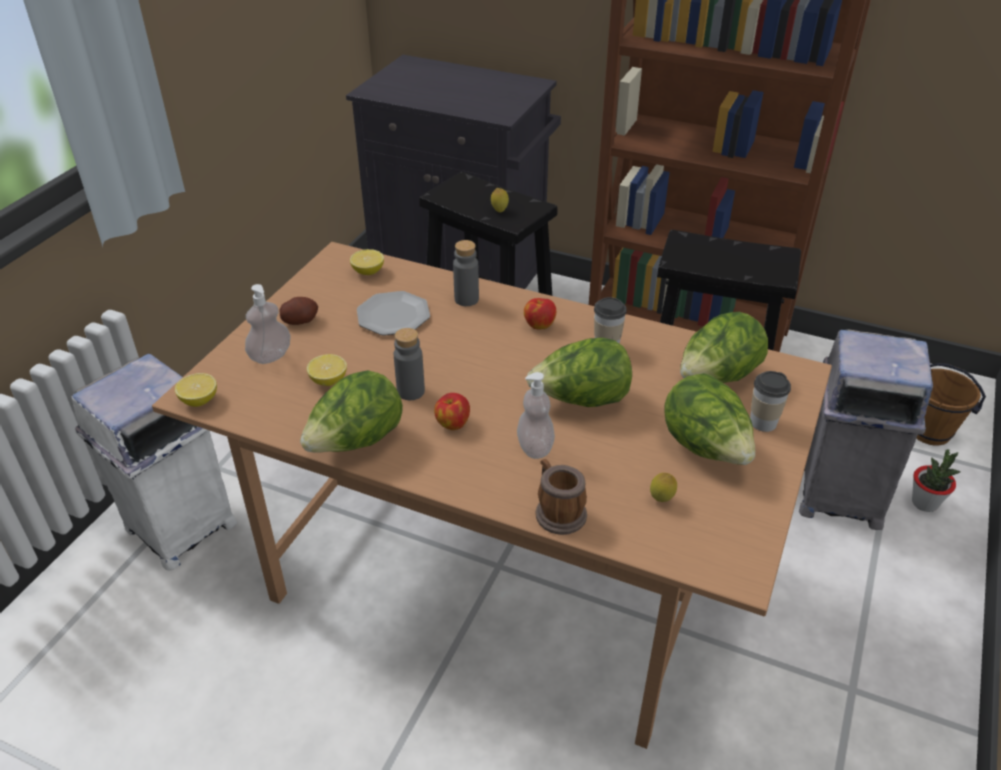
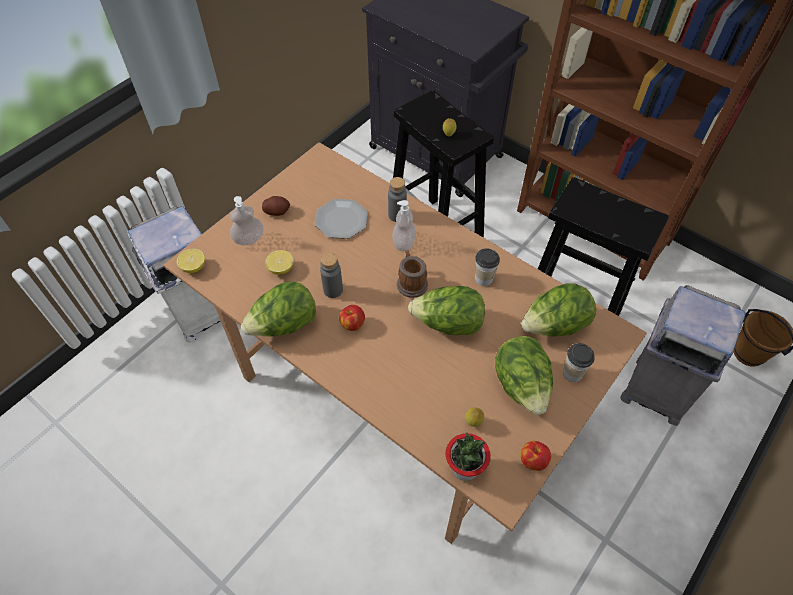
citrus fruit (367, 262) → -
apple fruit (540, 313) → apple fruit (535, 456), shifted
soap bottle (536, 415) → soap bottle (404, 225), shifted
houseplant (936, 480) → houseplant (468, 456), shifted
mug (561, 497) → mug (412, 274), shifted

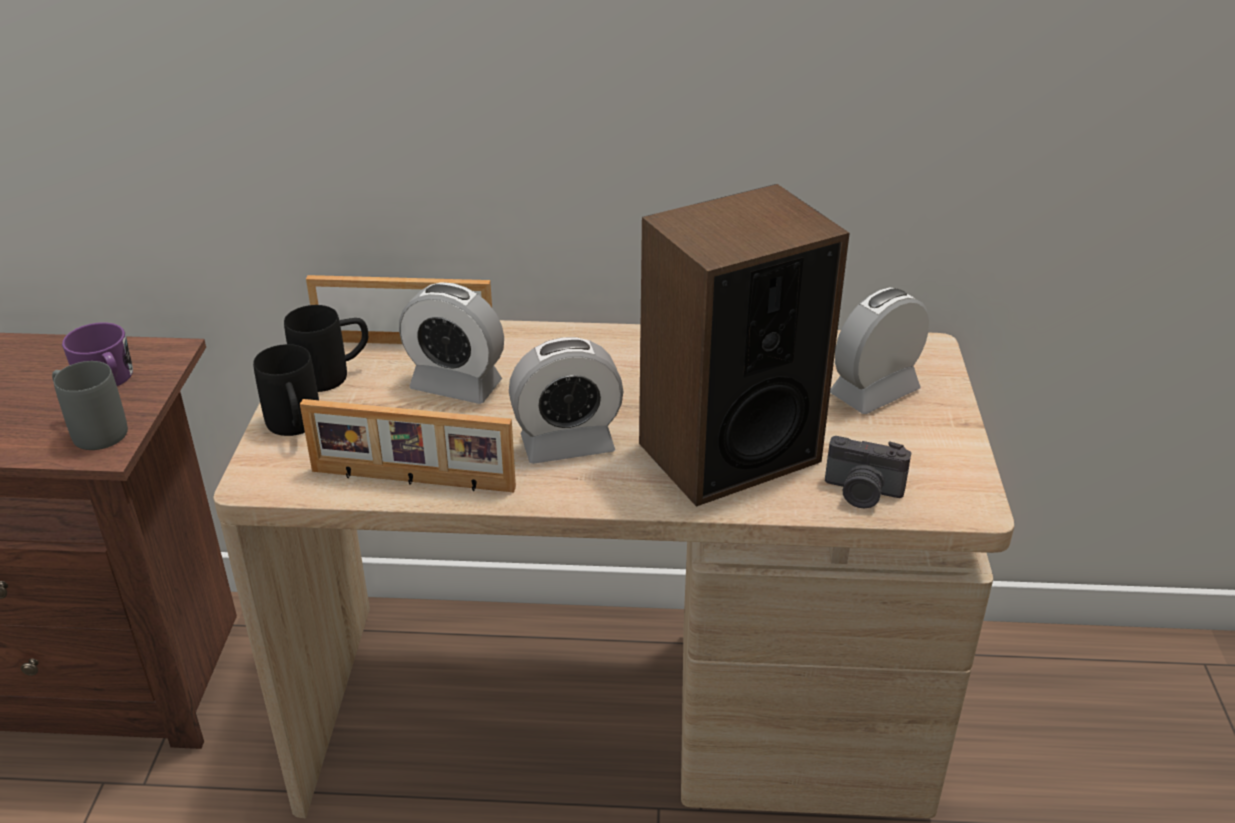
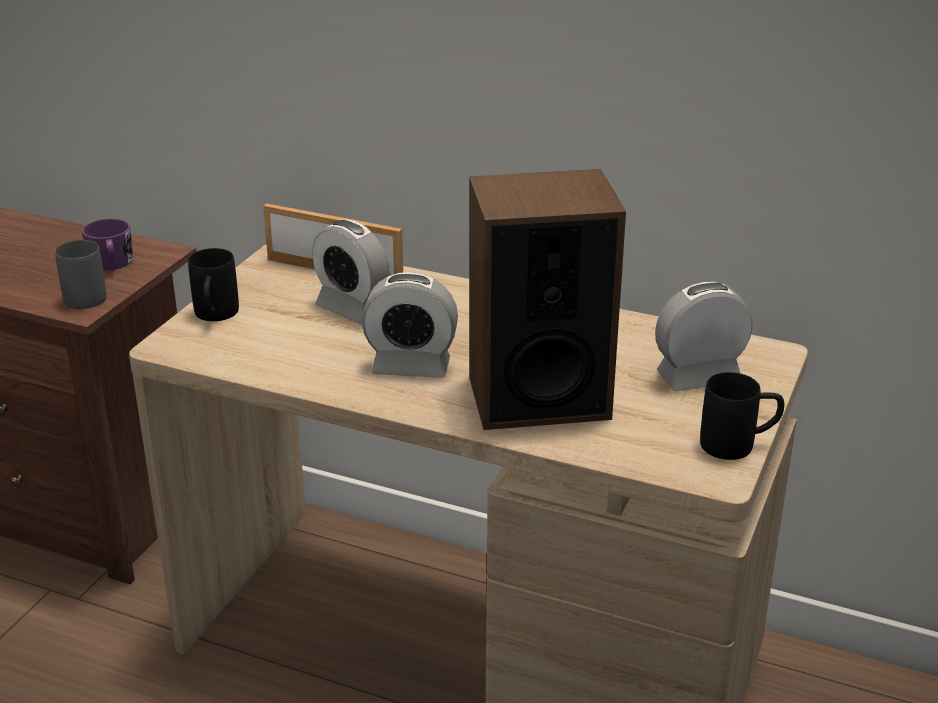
mug/blackish (326, 348) → mug/blackish (742, 416), shifted
picture frame (408, 445) → -
photo camera (868, 472) → -

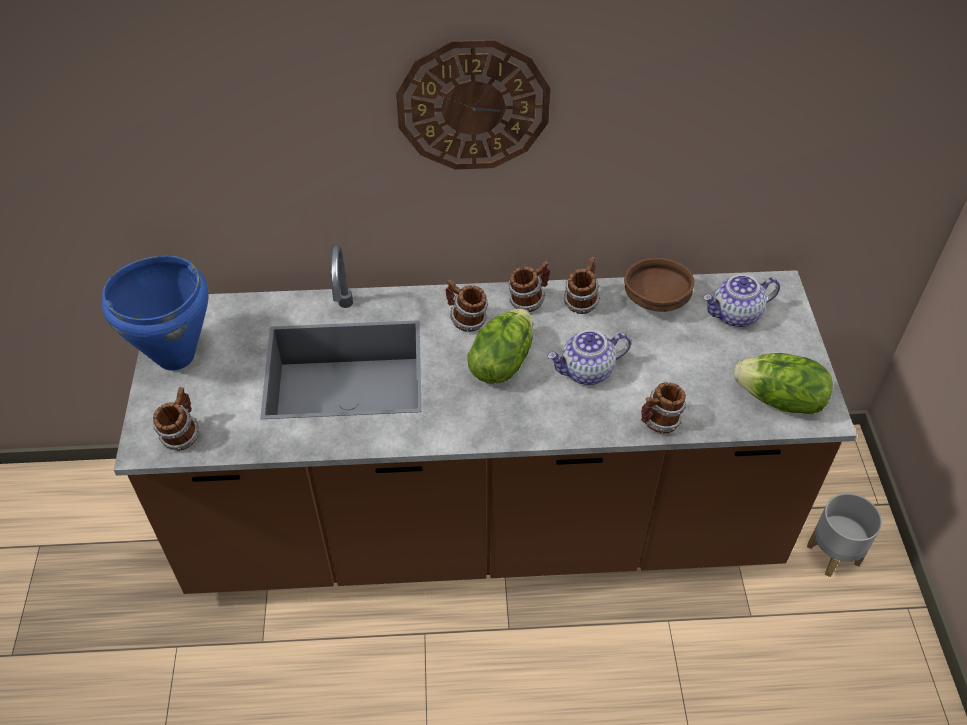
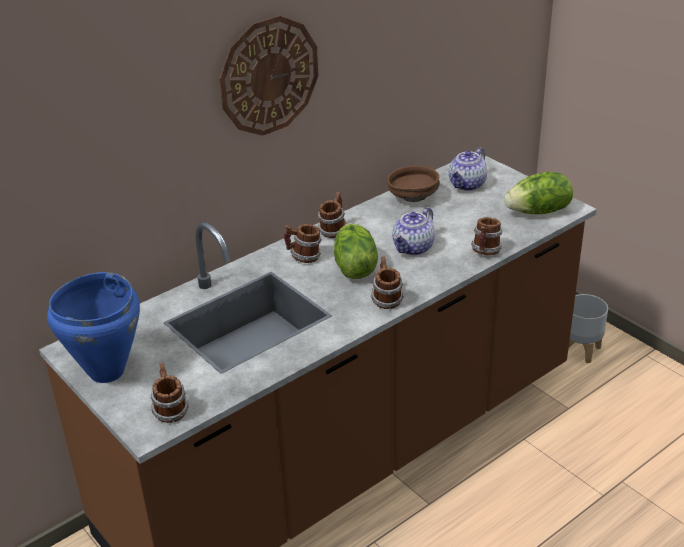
mug (582, 285) → mug (387, 283), shifted

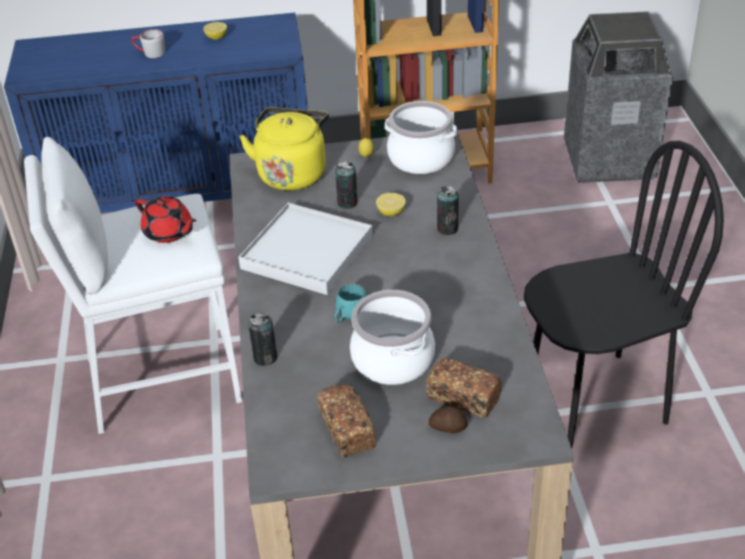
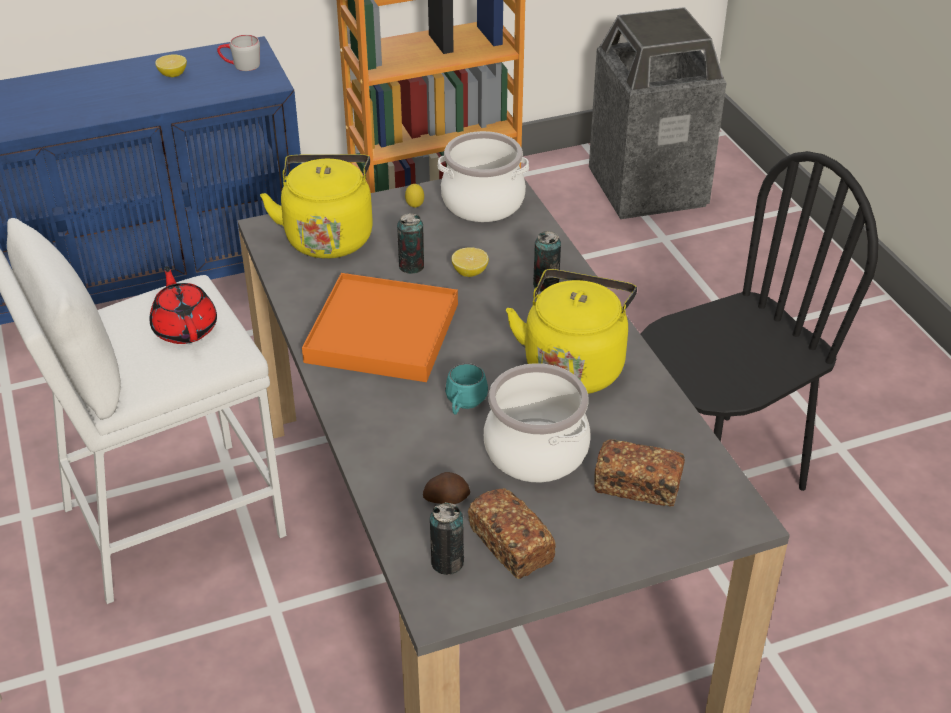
mug/gray (148, 43) → mug/gray (238, 53), shifted
pot for tea/red (166, 219) → pot for tea/red (183, 305), 135 degrees counterclockwise
tray/white-coloured (305, 249) → tray/orange-coloured (380, 327)
sealed can (262, 339) → sealed can (447, 538), shifted
whole potato (448, 419) → whole potato (446, 488), shifted
- → kettle/yellow-coloured (571, 331)

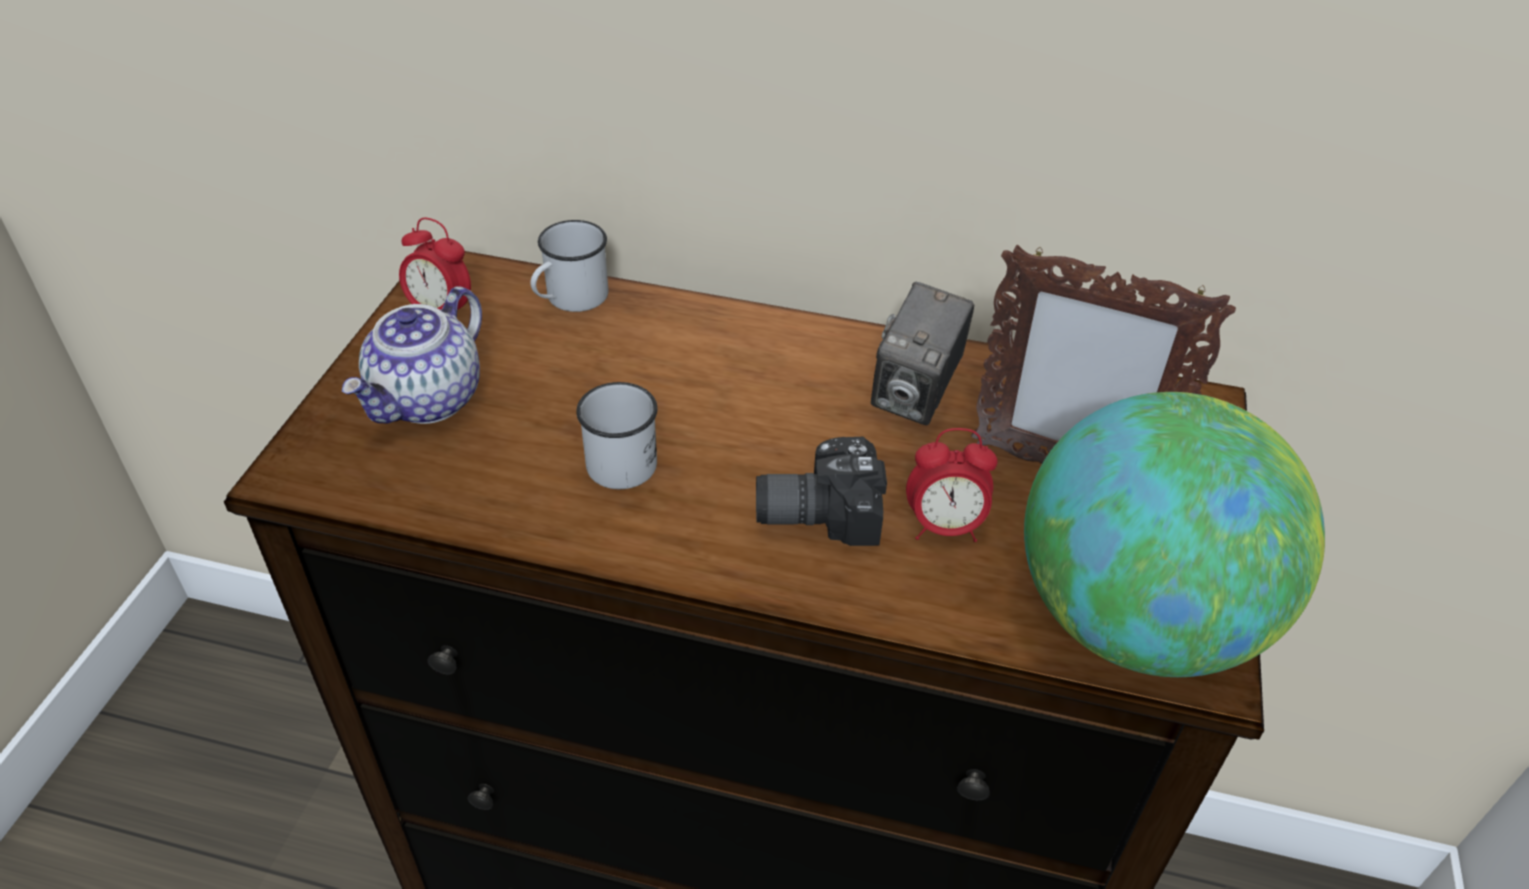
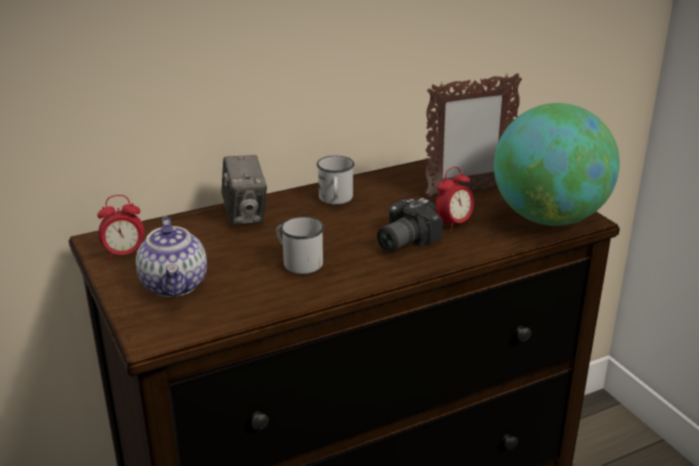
mug/white-coloured (569, 266) → mug/white-coloured (335, 180), shifted
photo camera (922, 353) → photo camera (244, 190), shifted

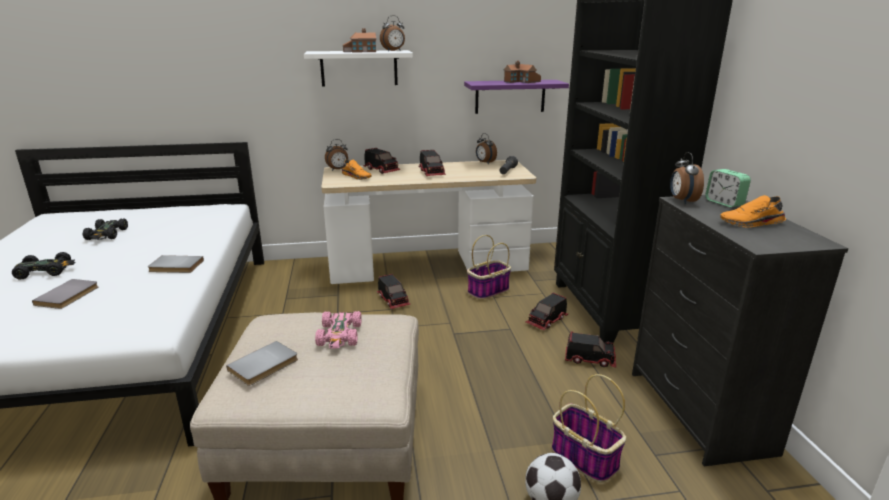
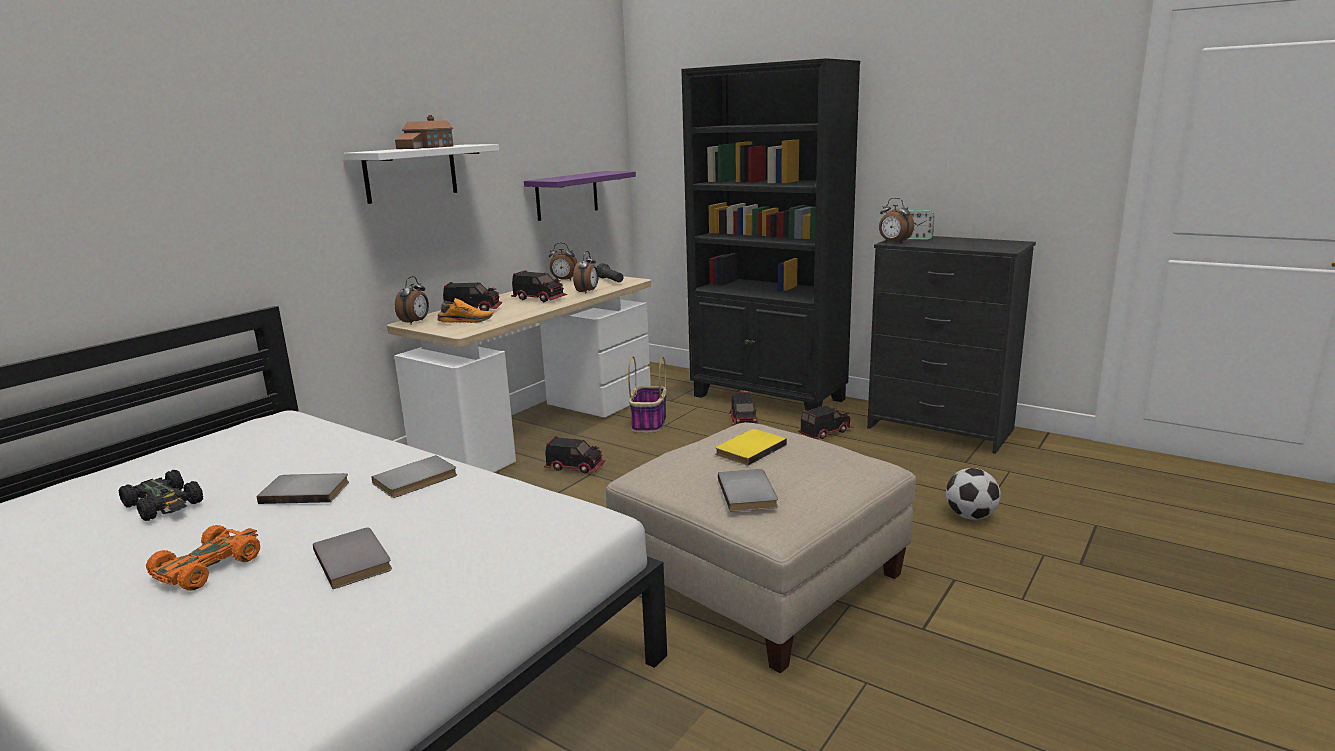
bedside clock (392, 33) → bedside clock (586, 272), shifted
miniature house (522, 72) → -
item of footwear/orange-coloured (753, 211) → -
toy car/blackish (44, 266) → toy car/orange-coloured (203, 558)
toy car/pink-coloured (338, 329) → bound book/yellow-coloured (751, 447)
basket (589, 428) → -
- → bound book/gray (303, 488)

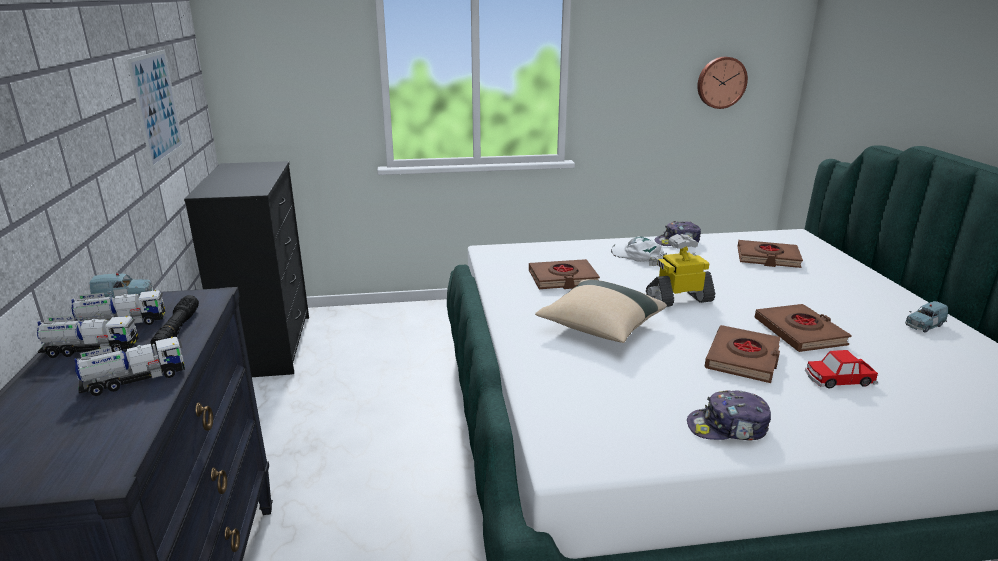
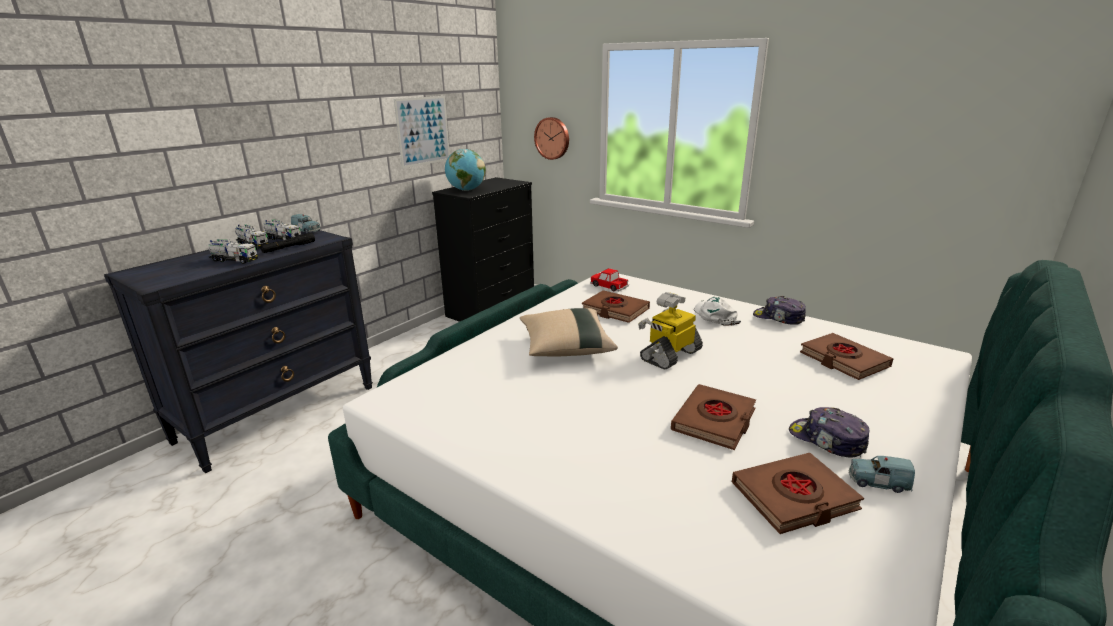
clock on the wall (722, 83) → clock on the wall (551, 138), shifted
robot figure (680, 270) → robot figure (670, 330), 75 degrees counterclockwise
bound book/brownish (742, 354) → bound book/brownish (798, 493), shifted
toy car (841, 369) → toy car (609, 280), shifted
cap (729, 415) → cap (829, 432), shifted
- → desk globe (465, 170)

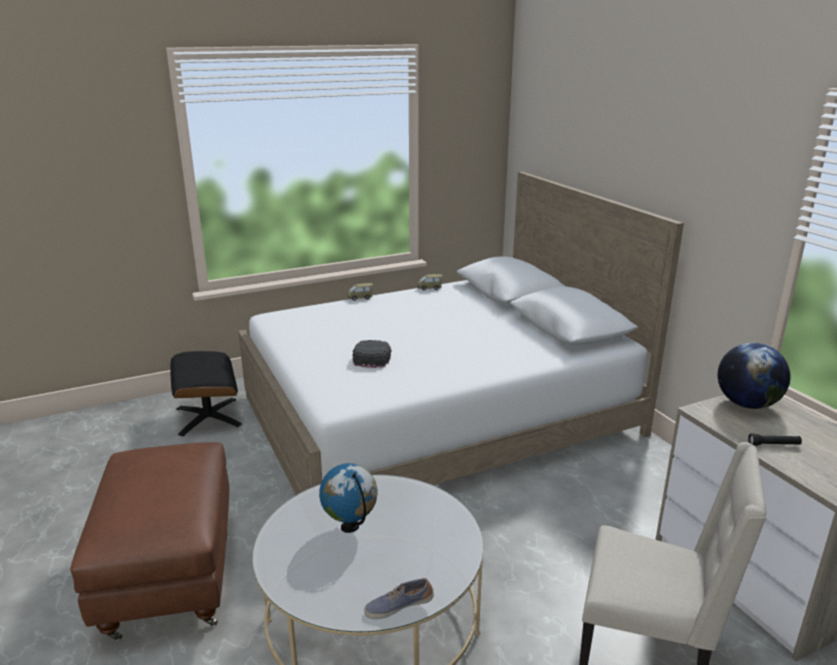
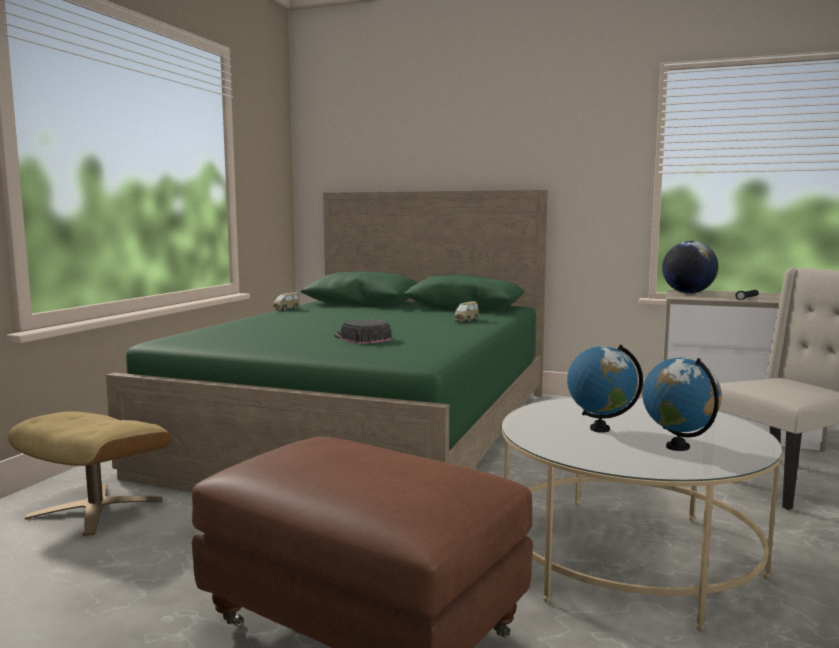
sleeping bed/white-coloured (461, 333) → sleeping bed/greenish (327, 340)
toy car (360, 292) → toy car (466, 311), shifted
pouffe/blackish (206, 393) → pouffe/beige (89, 474)
item of footwear (399, 598) → -
- → desk globe (682, 404)

